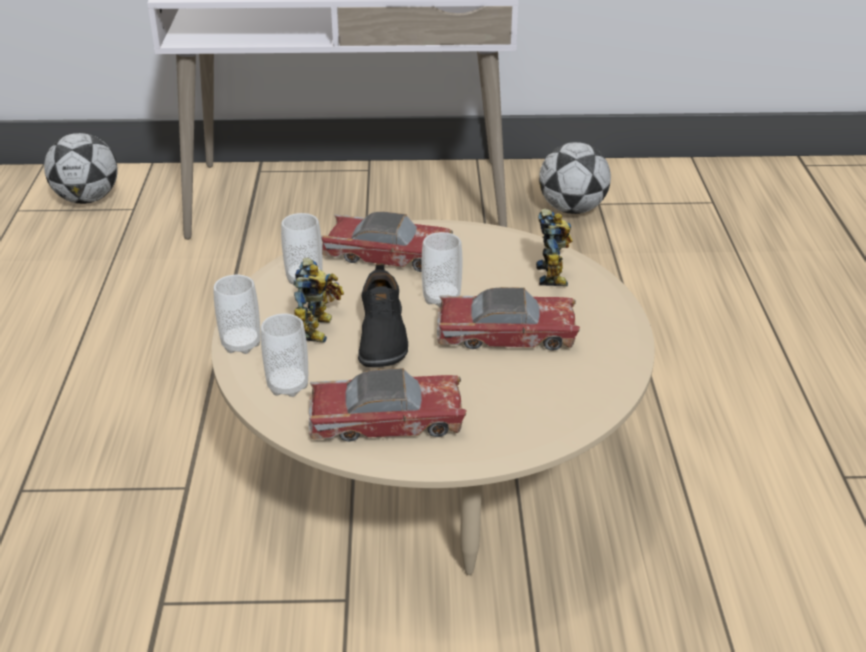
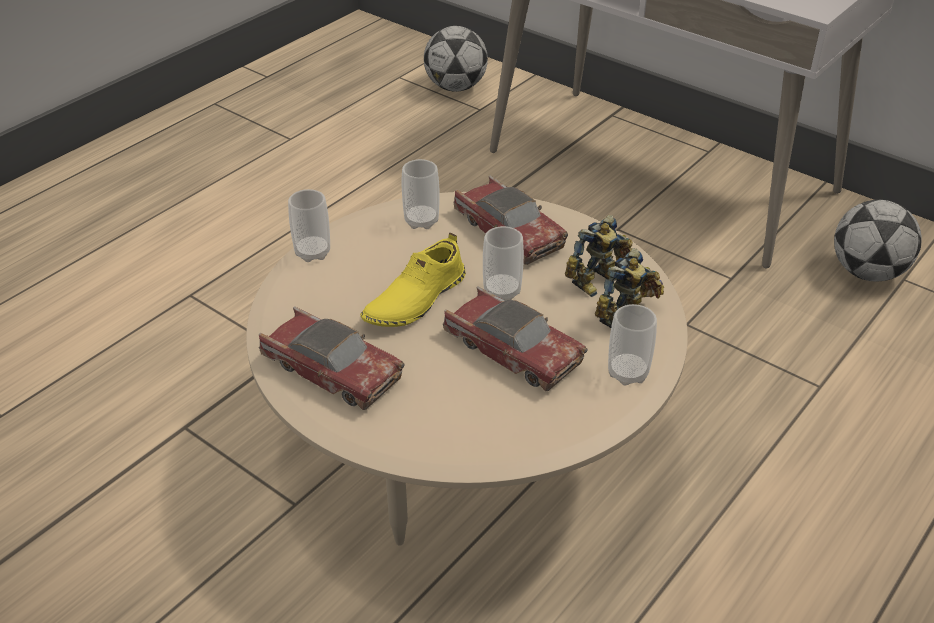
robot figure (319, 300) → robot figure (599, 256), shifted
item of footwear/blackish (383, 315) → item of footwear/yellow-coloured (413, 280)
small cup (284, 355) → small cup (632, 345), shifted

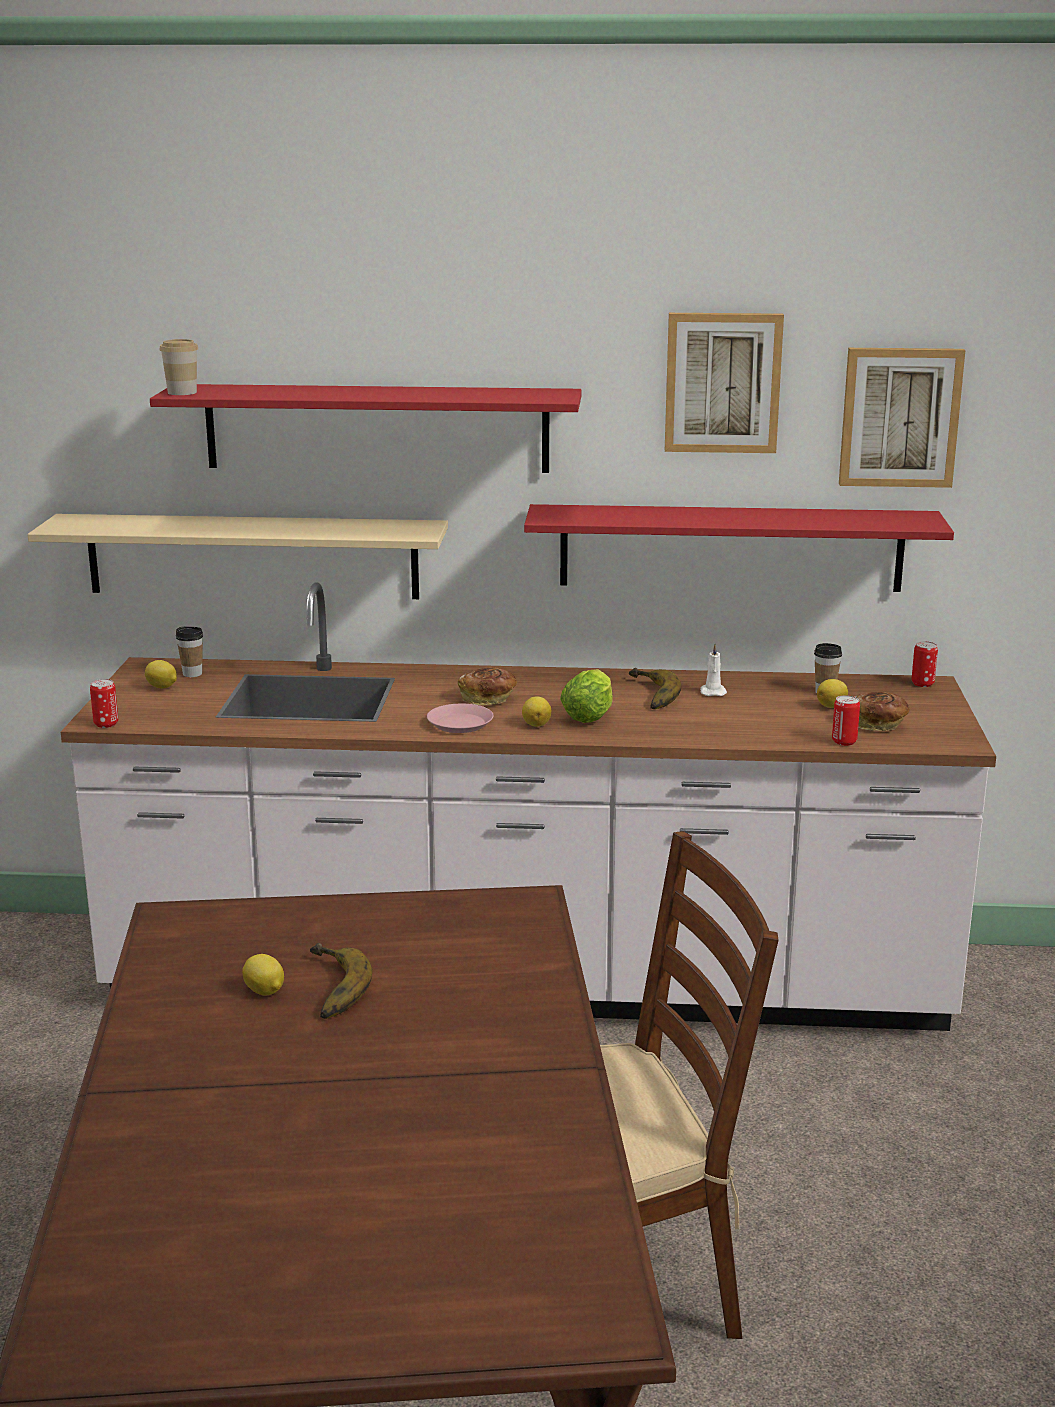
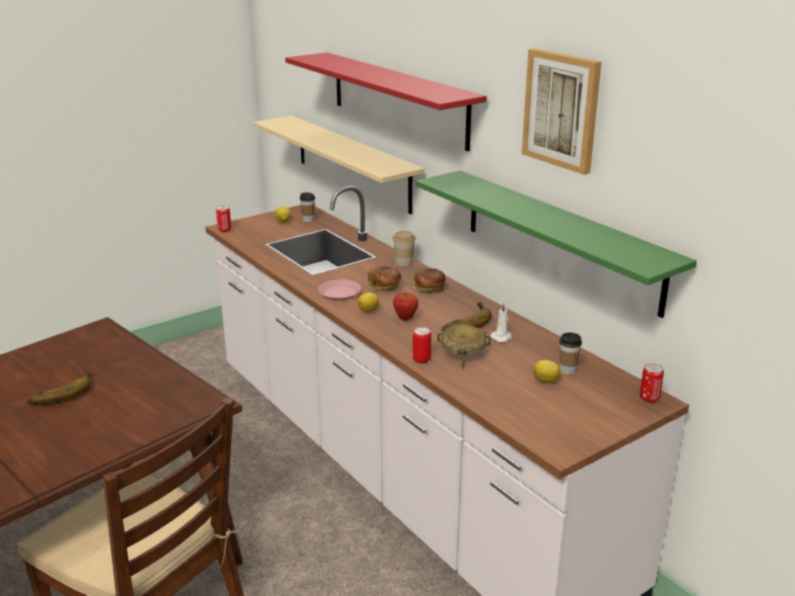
small cup (178, 367) → small cup (404, 248), shifted
picture (902, 418) → -
wall shelf/red (739, 548) → wall shelf/greenish (556, 244)
lettuce head (586, 696) → apple fruit (405, 307)
bakery bread (882, 711) → bakery bread (429, 281), shifted
sealed can (846, 720) → sealed can (422, 345), shifted
citrus fruit (263, 975) → -
- → deep dish/beige (464, 347)

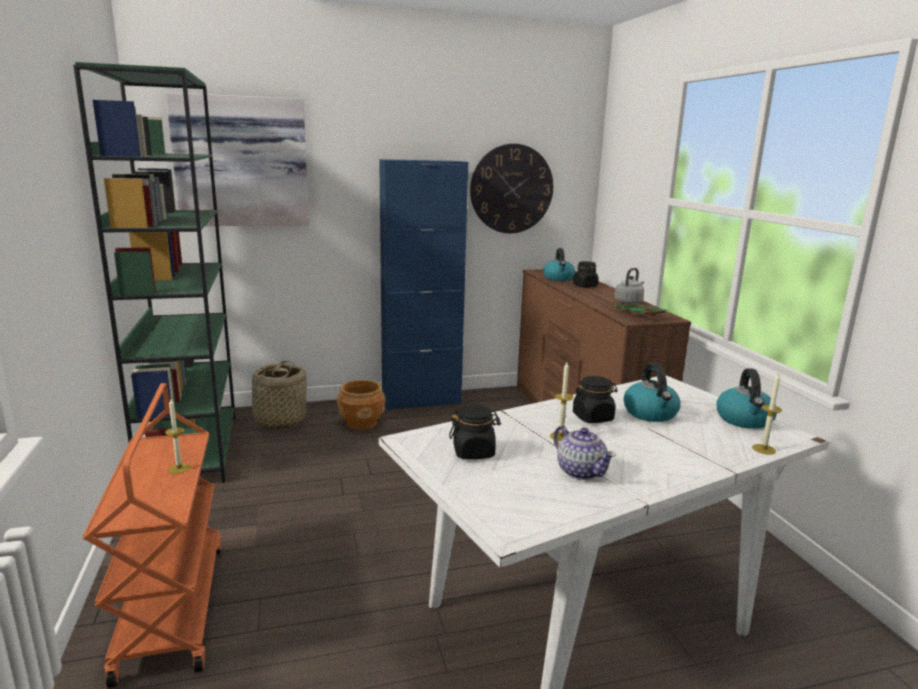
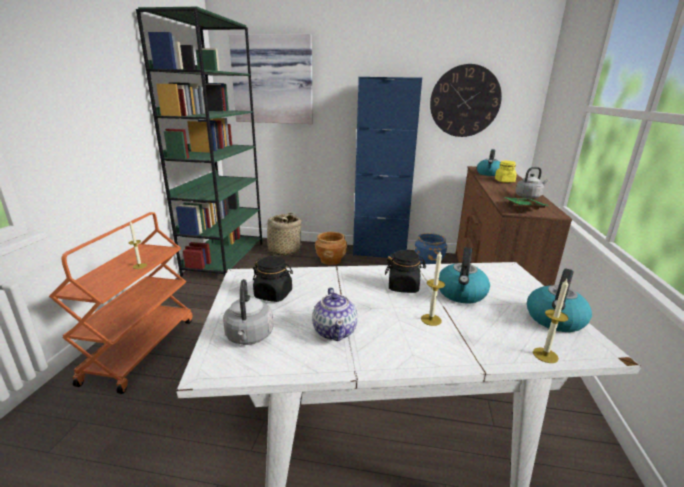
storage jar/blackish (586, 274) → storage jar/yellow-coloured (506, 172)
wax candle (561, 401) → wax candle (433, 288), shifted
- → flower pot/blue (431, 248)
- → kettle/gray (248, 312)

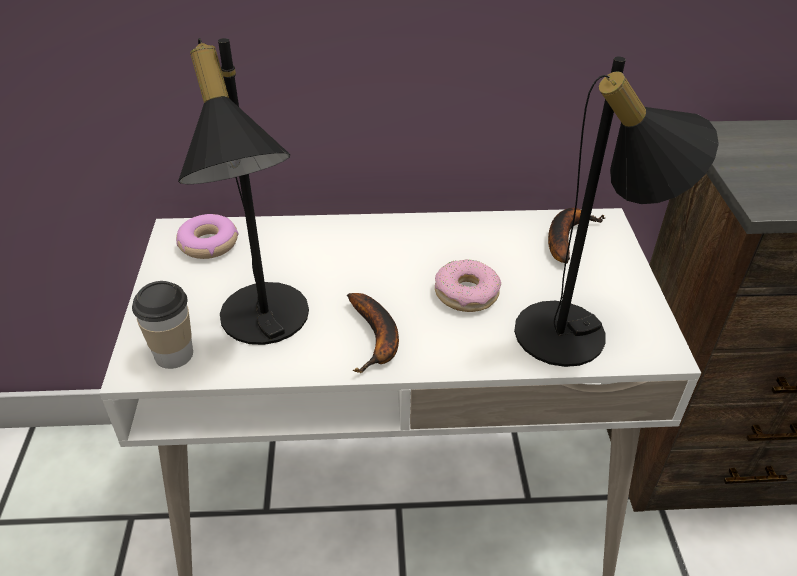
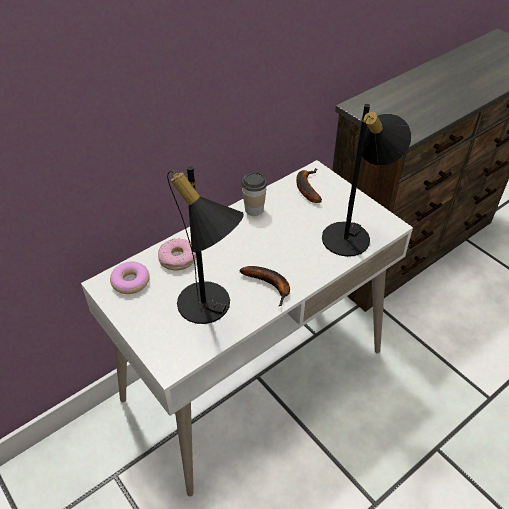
doughnut (468, 285) → doughnut (177, 255), shifted
small cup (162, 325) → small cup (254, 194), shifted

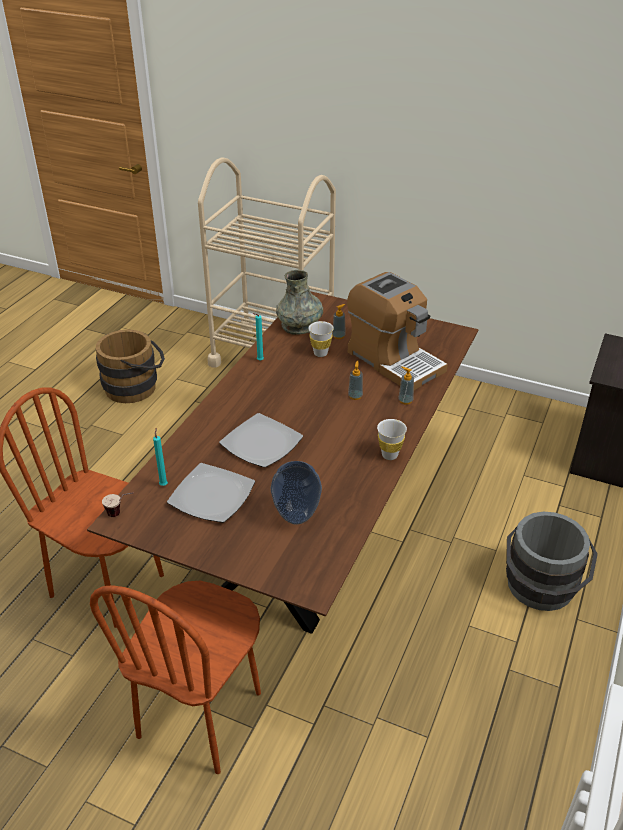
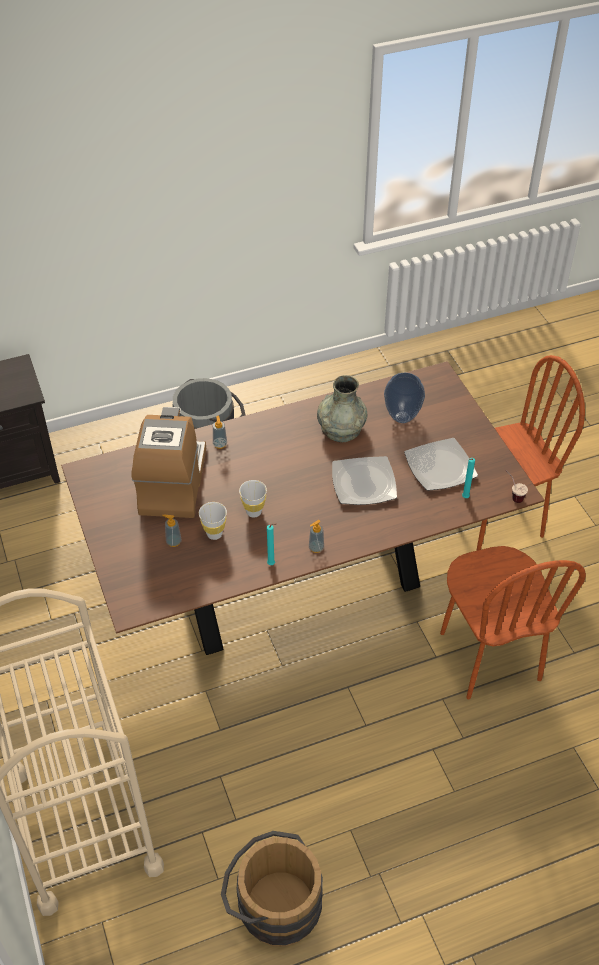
decorative vase/gray (299, 302) → decorative vase/gray (342, 408), shifted
soap bottle (355, 380) → soap bottle (316, 536), shifted
small cup/white-coloured (392, 439) → small cup/white-coloured (253, 499), shifted

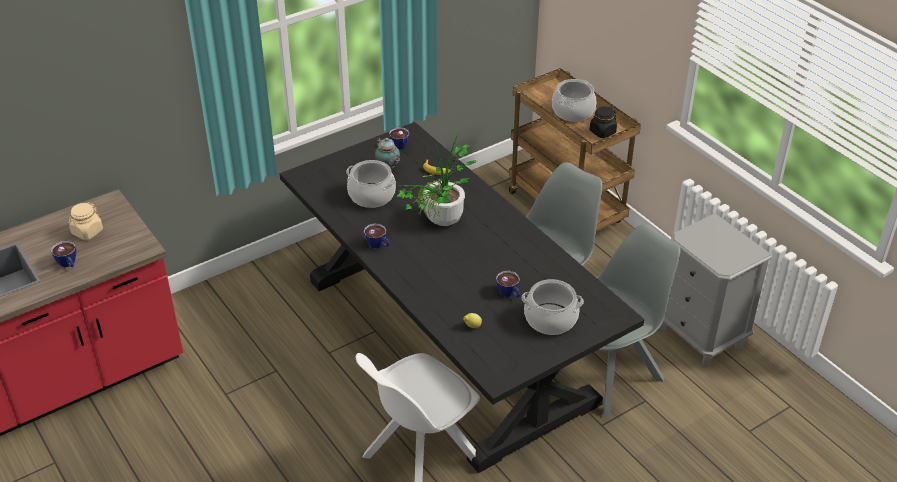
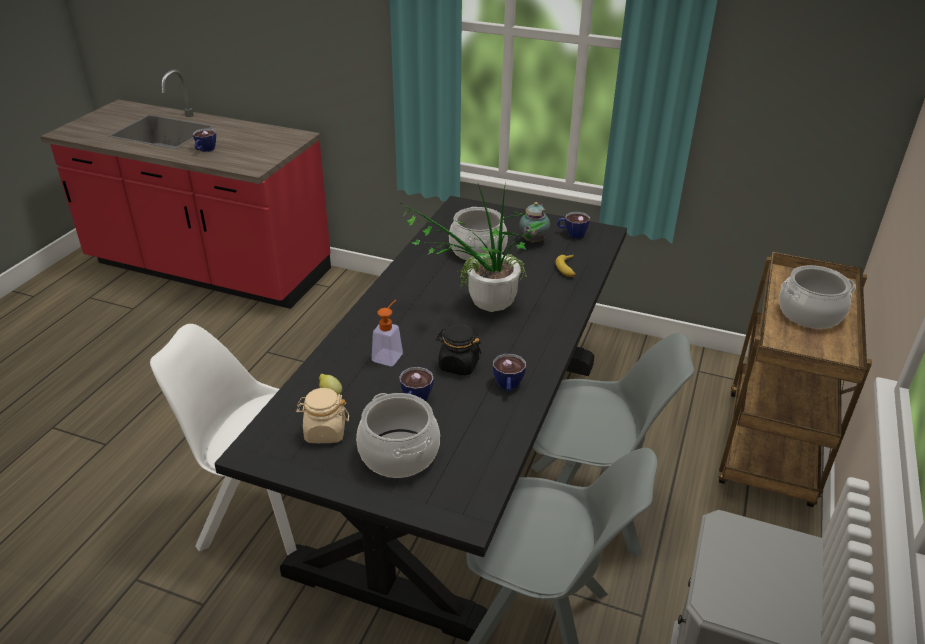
storage jar/blackish (603, 122) → storage jar/blackish (459, 349), shifted
storage jar/beige (86, 221) → storage jar/beige (322, 415), shifted
small cup (376, 235) → small cup (509, 373), shifted
- → soap bottle (387, 333)

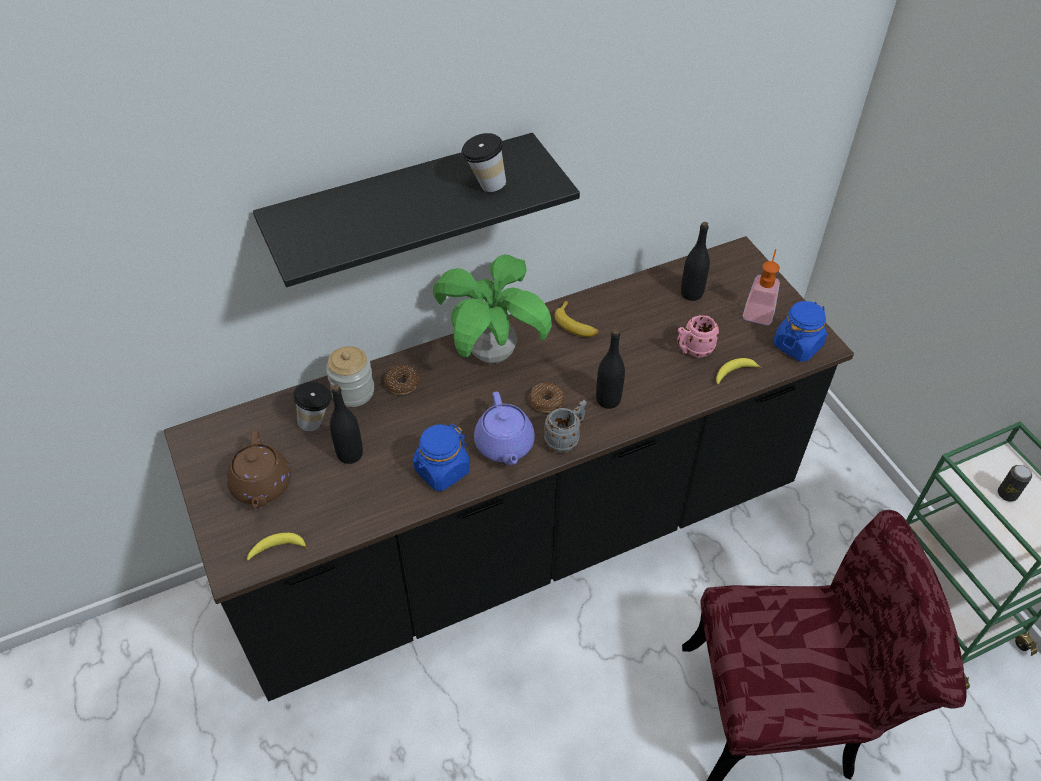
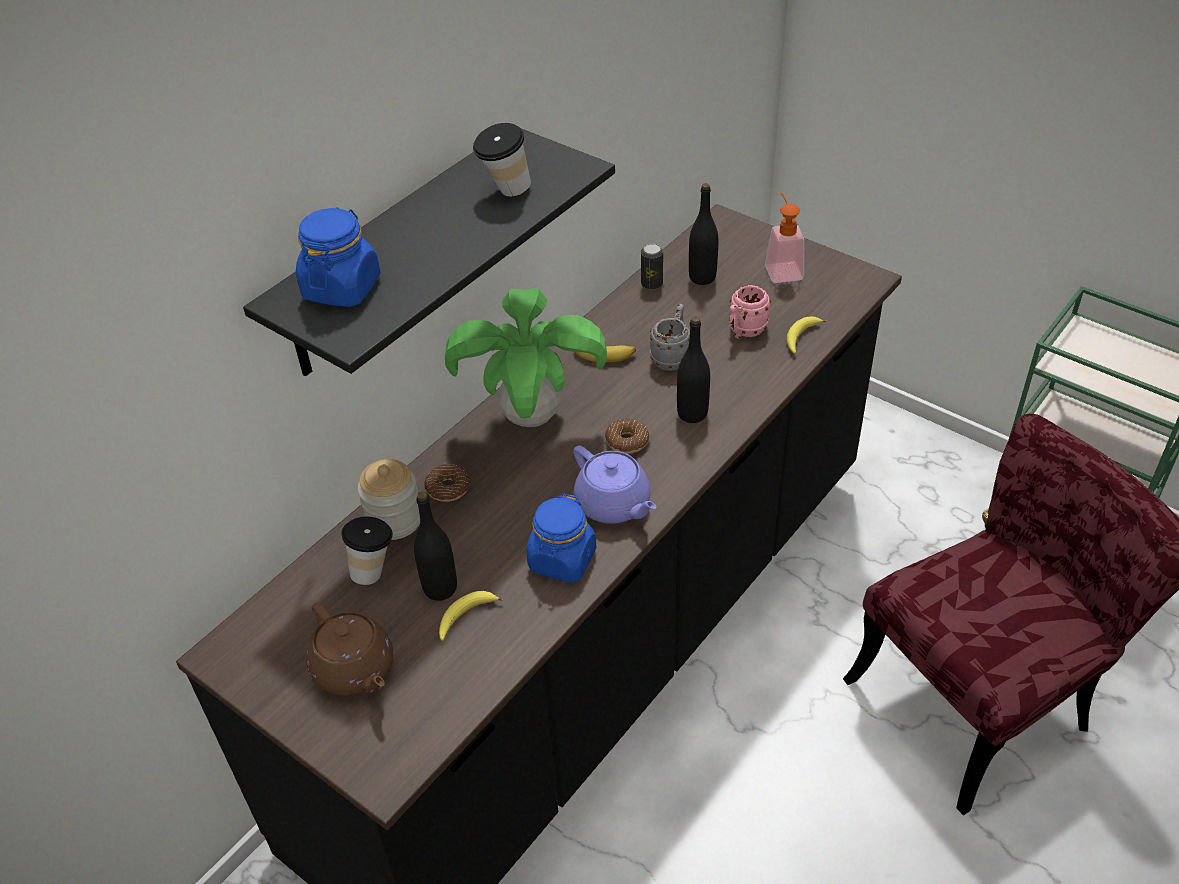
storage jar/blue (800, 331) → storage jar/blue (338, 257), shifted
mug/gray (565, 426) → mug/gray (670, 337), shifted
sealed can (1015, 483) → sealed can (652, 267), shifted
banana fruit (277, 546) → banana fruit (471, 616), shifted

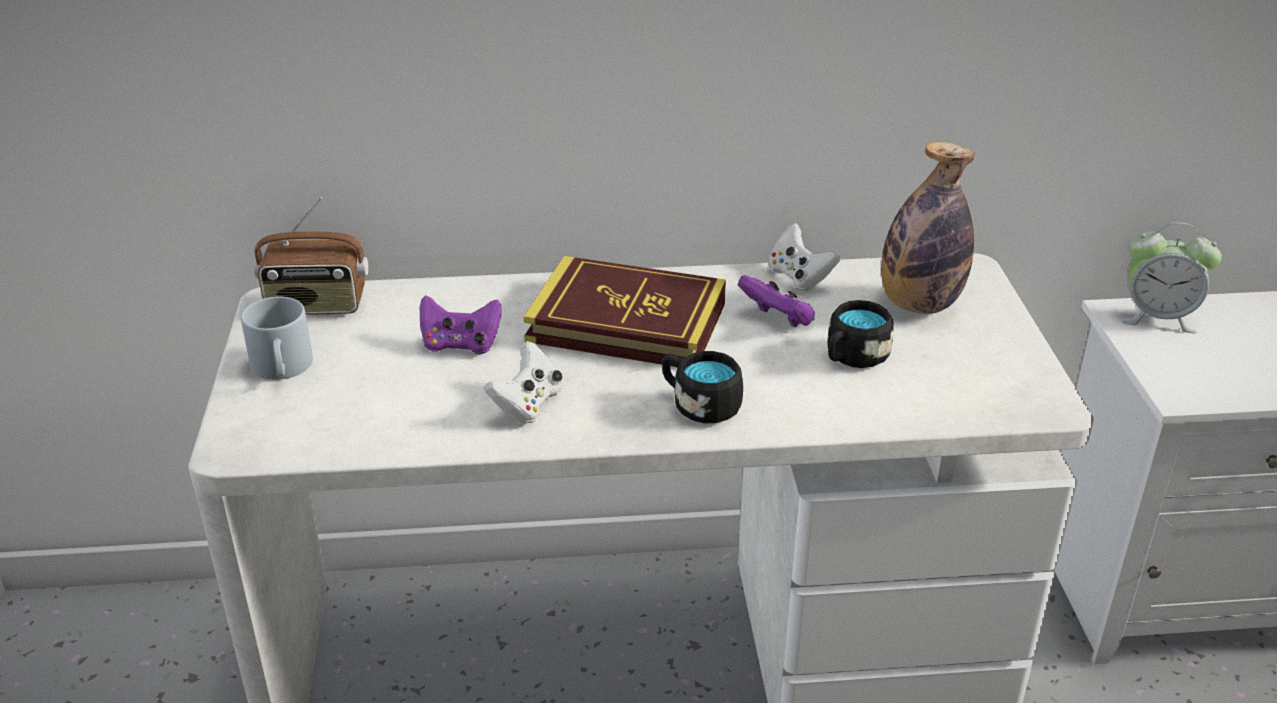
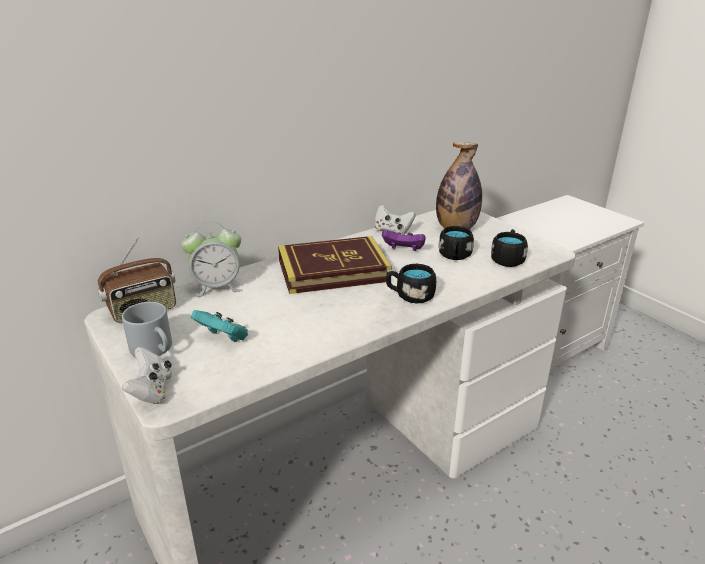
bedside clock (1172, 277) → bedside clock (212, 259), shifted
game controller/purplish (461, 324) → -
game controller/white-coloured (523, 382) → game controller/white-coloured (147, 375), shifted
- → mug/blackish (509, 248)
- → game controller/turquoise-coloured (219, 326)

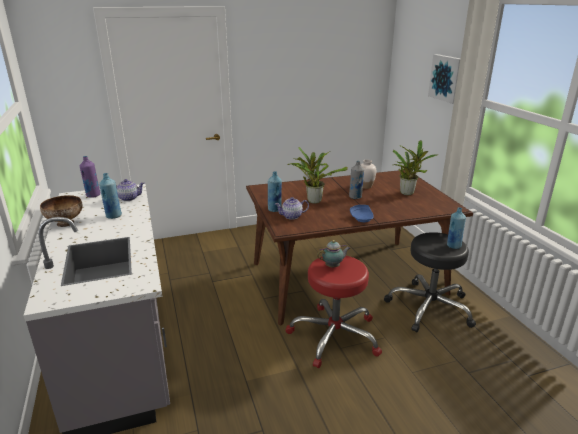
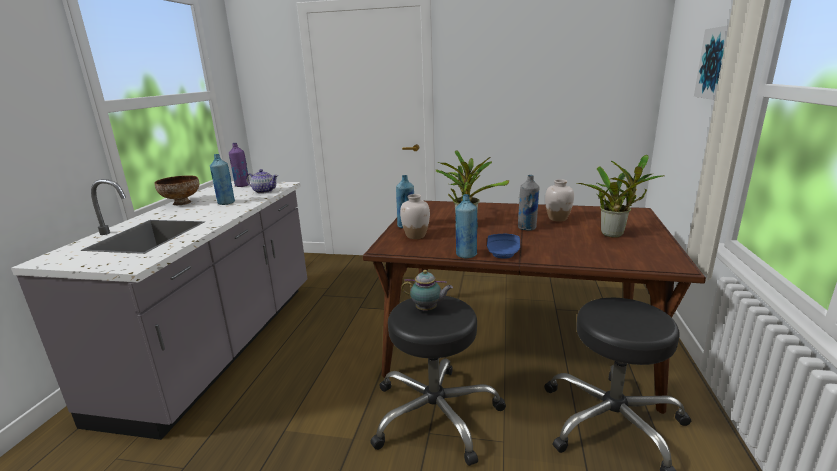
pot for tea (292, 208) → decorative vase/white-coloured (415, 216)
beverage bottle/blue (456, 228) → beverage bottle/blue (466, 226), shifted
sitting stool/red (333, 312) → sitting stool/blackish (438, 381)

